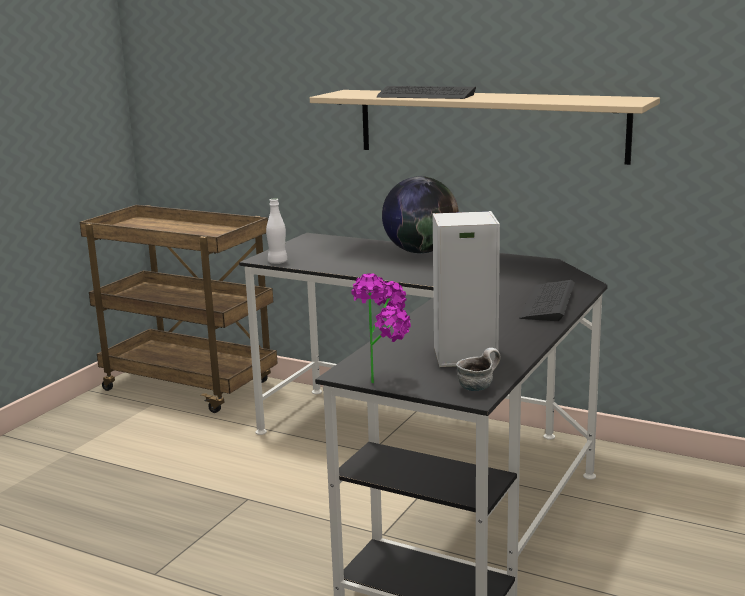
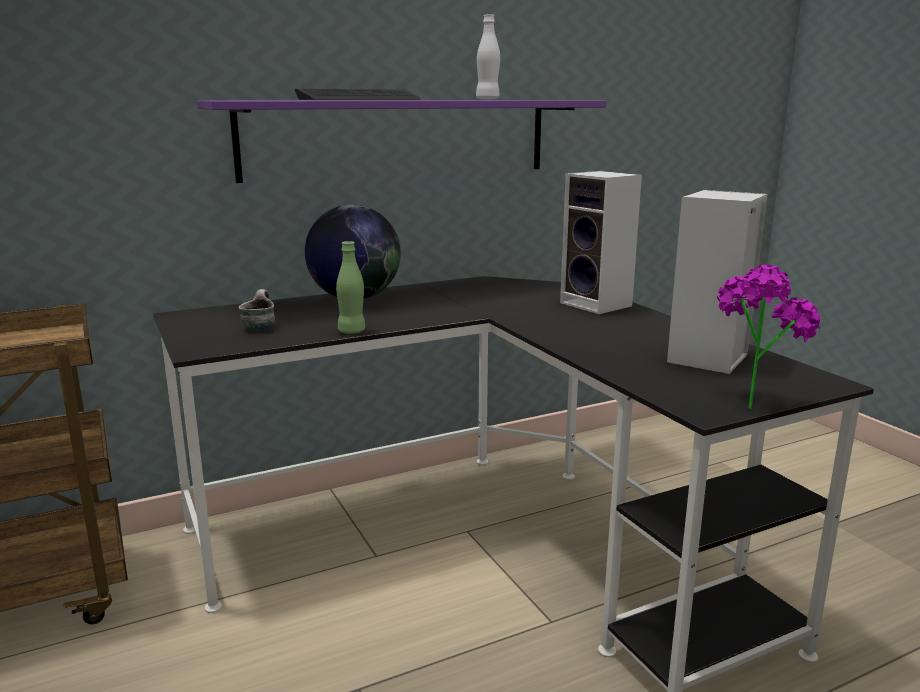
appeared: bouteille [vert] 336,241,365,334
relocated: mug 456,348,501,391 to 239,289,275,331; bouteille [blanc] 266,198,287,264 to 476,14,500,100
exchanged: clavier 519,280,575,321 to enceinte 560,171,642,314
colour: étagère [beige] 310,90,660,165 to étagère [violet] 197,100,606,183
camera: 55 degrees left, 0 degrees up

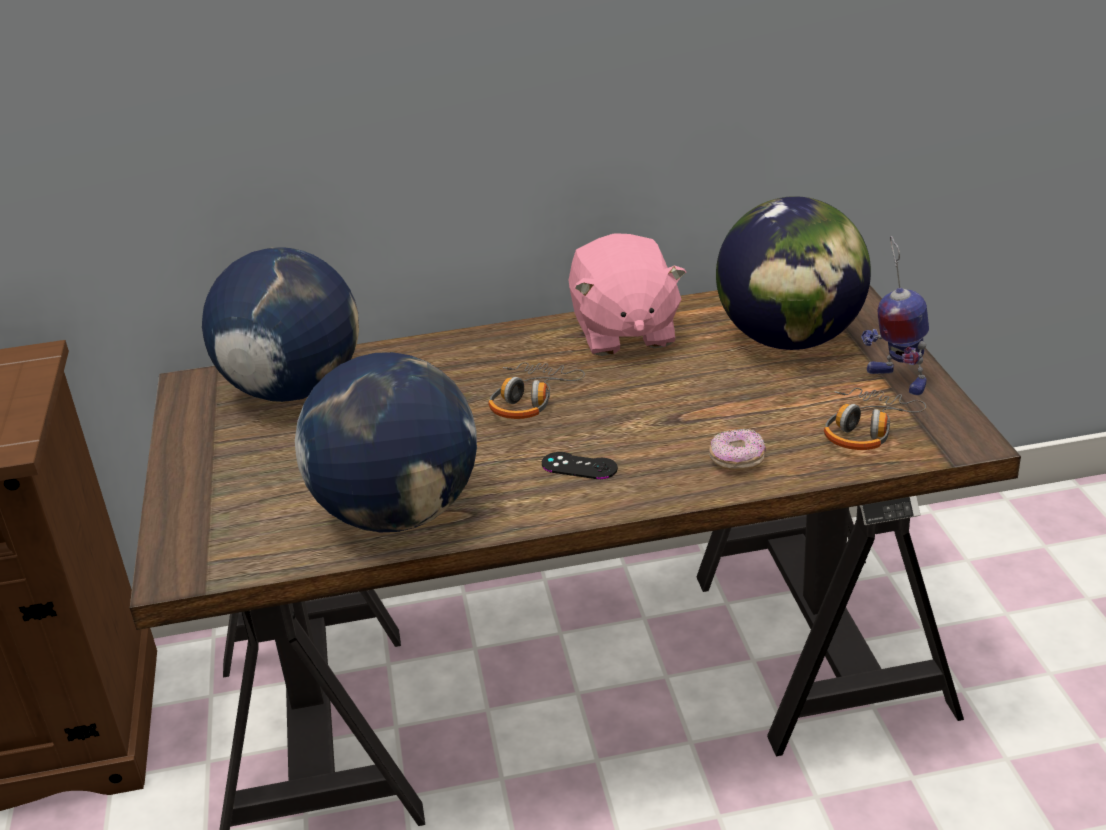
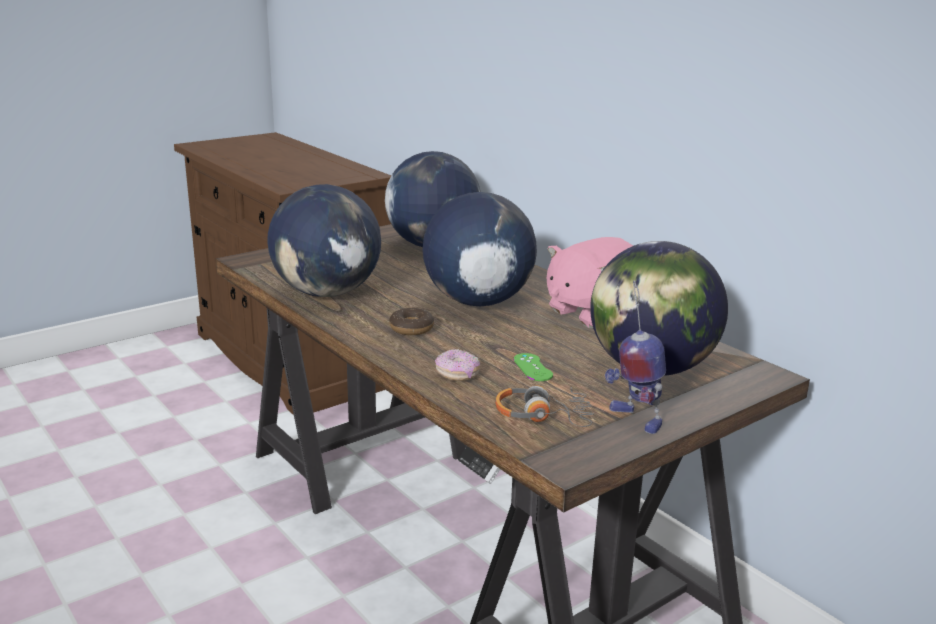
appeared: manette [vert] 514,353,553,381
exchanged: manette [noir] 542,452,618,479 to beignet 389,308,434,335; casque audio 488,362,585,419 to globe 422,192,537,306
spun: robot jouet 861,236,929,395 = 605,280,666,434 60 degrees counterclockwise
camera: 60 degrees right, 10 degrees down

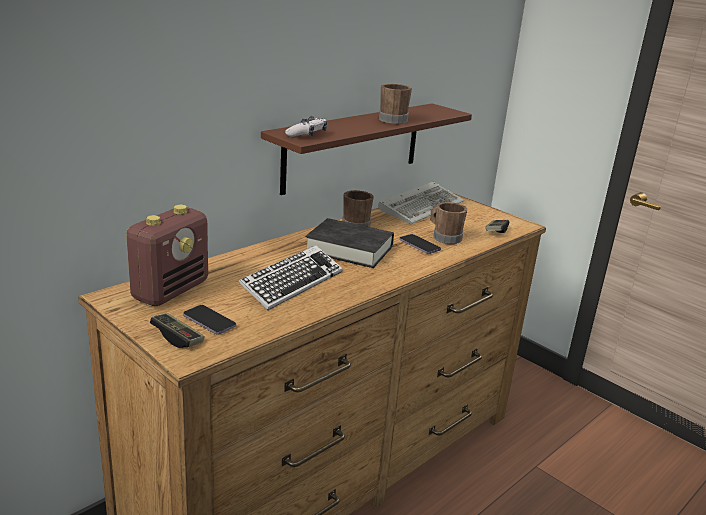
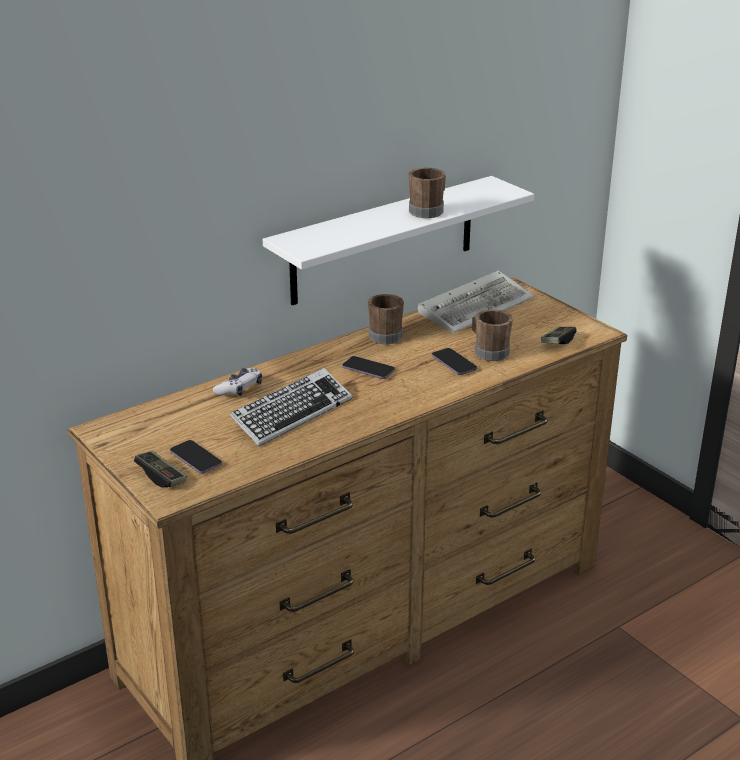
missing: radio 126,205,208,306
relocated: manette 285,116,327,137 to 213,368,262,396
exchanged: livre [noir] 305,218,394,268 to téléphone 342,356,395,379
colour: étagère [marron] 261,103,472,195 to étagère [blanc] 263,176,534,305
camera: 10 degrees right, 5 degrees up

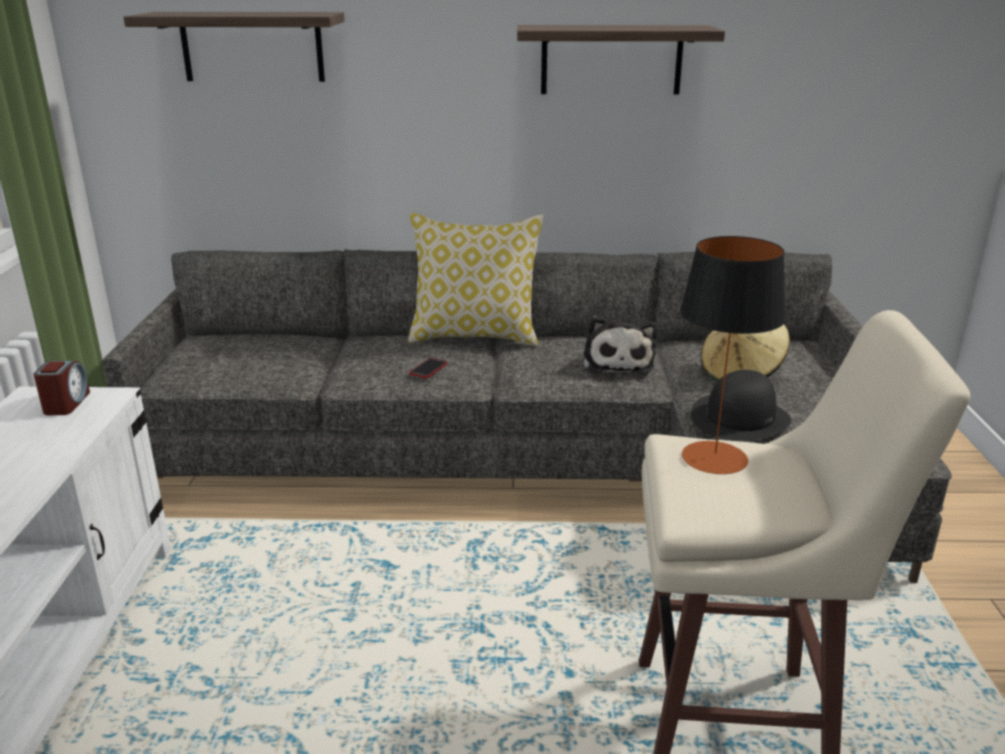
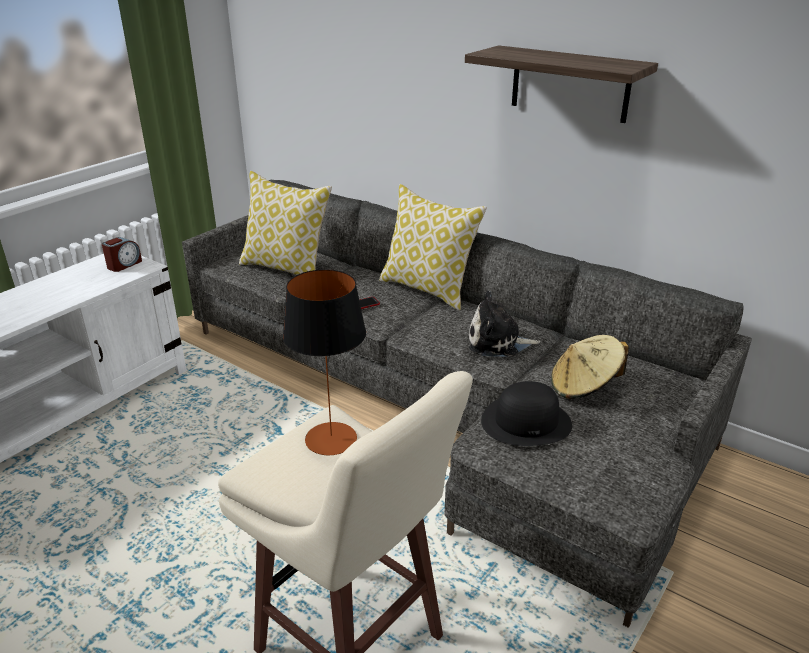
missing: étagère 123,12,344,82
appeared: coussin 239,171,332,275
spun: peluche 584,316,657,374 = 469,291,540,357 60 degrees clockwise
camera: 35 degrees right, 5 degrees up

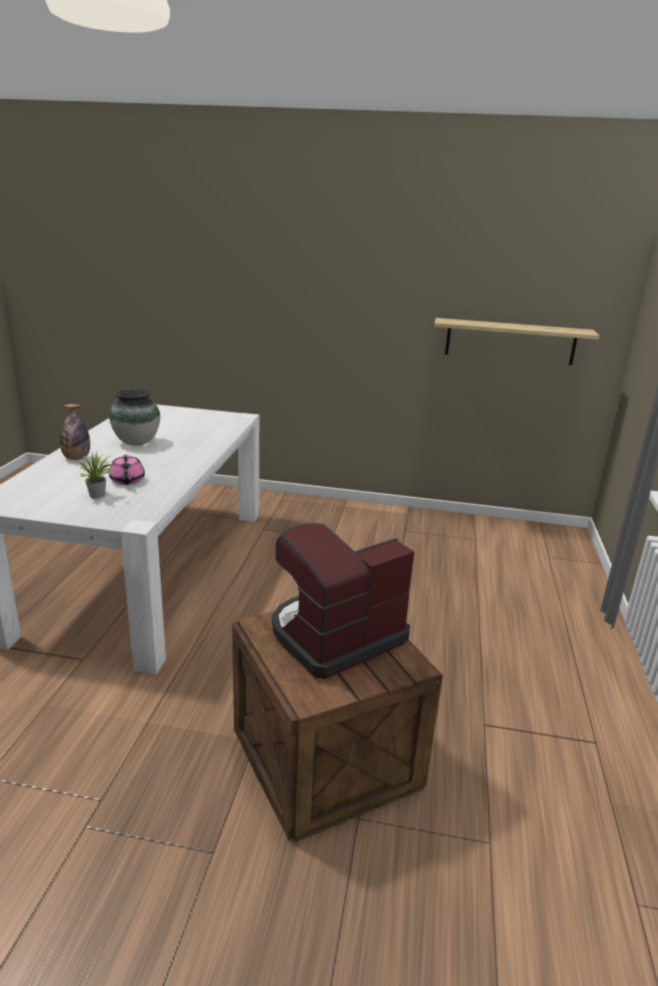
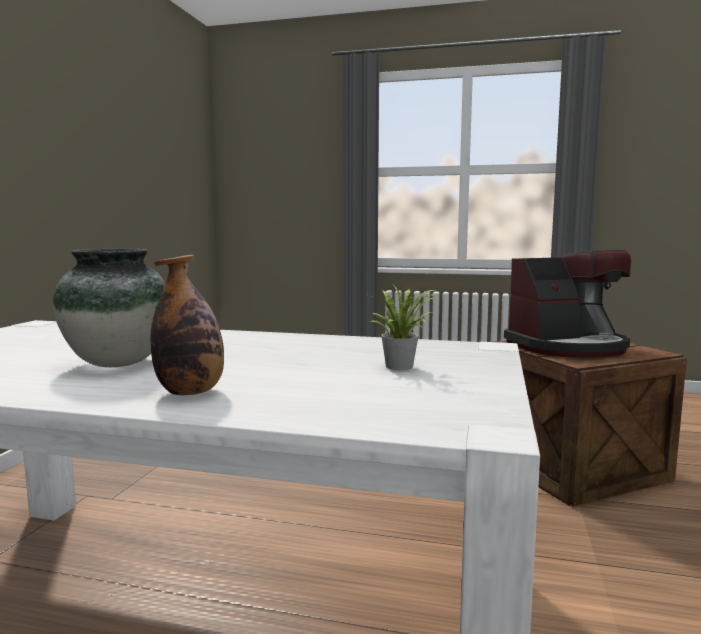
missing: théière [rose] 109,455,145,485; étagère 434,318,599,365
spun: machine à café 272,523,414,679 = 504,250,631,358 75 degrees counterclockwise
camera: 85 degrees left, 15 degrees down

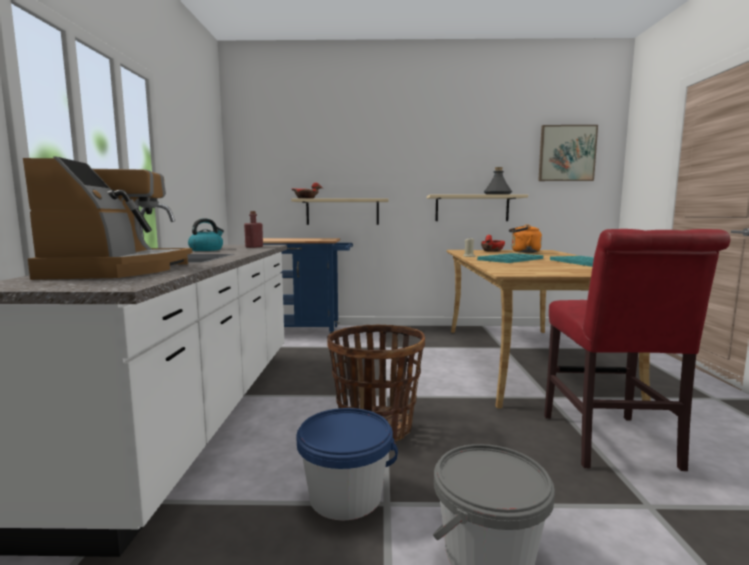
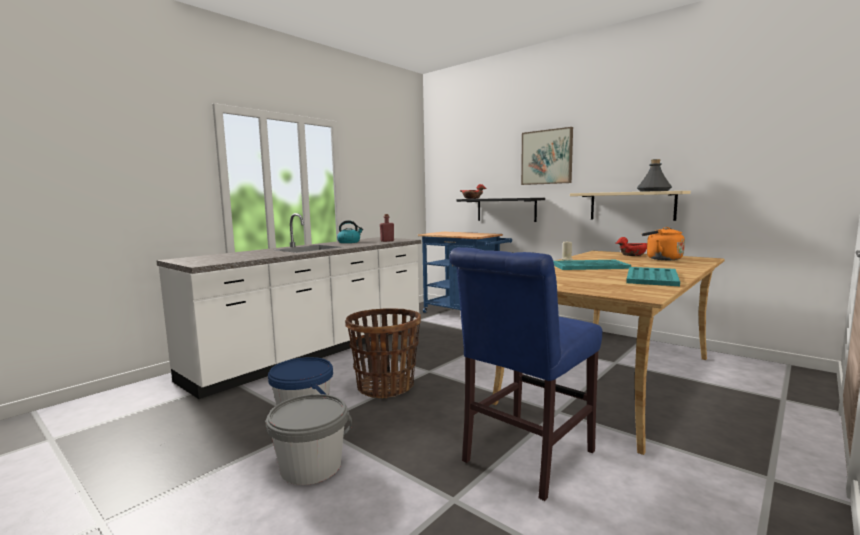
missing: machine à café 23,156,192,280
relocated: tableau 538,125,598,181 to 521,127,573,185
colour: chaise [rouge] 544,229,730,471 to chaise [bleu] 449,247,602,501; étagère [beige] 291,198,389,225 to étagère [noir] 456,198,545,222
camera: 40 degrees right, 0 degrees up

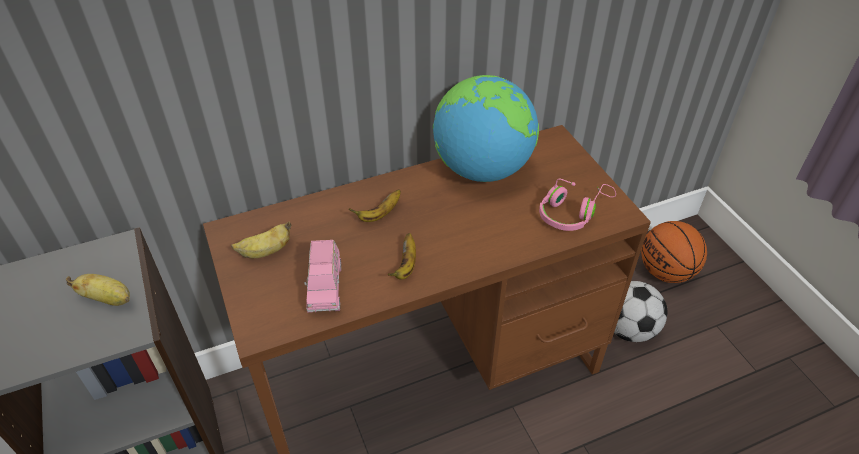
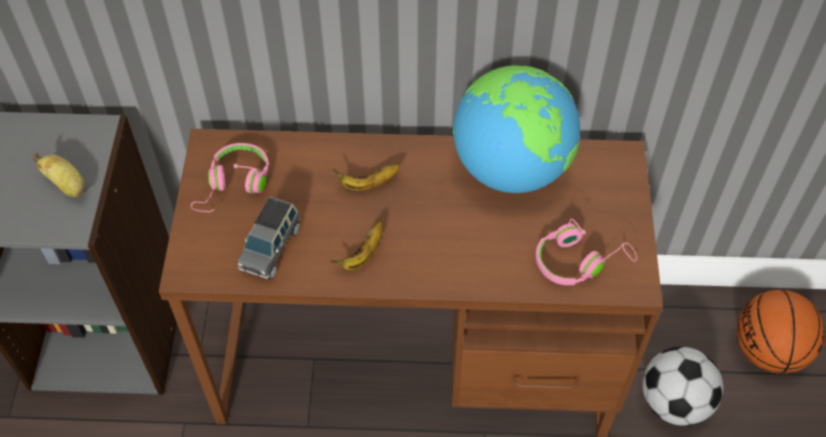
exchanged: banane 231,221,292,258 to casque audio [rose] 191,143,269,212
colour: petite voiture [rose] 304,240,341,313 to petite voiture [gris] 238,197,300,280
camera: 25 degrees right, 10 degrees up

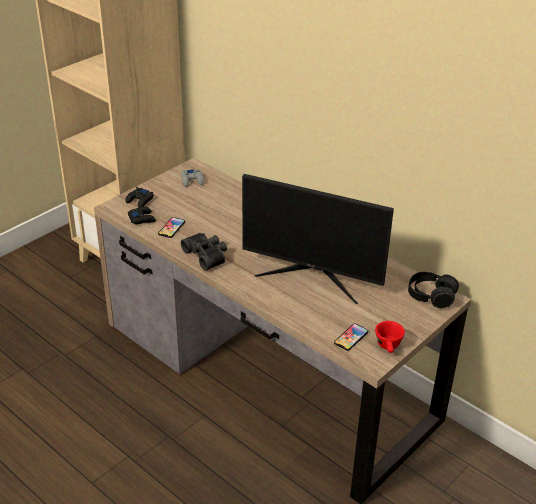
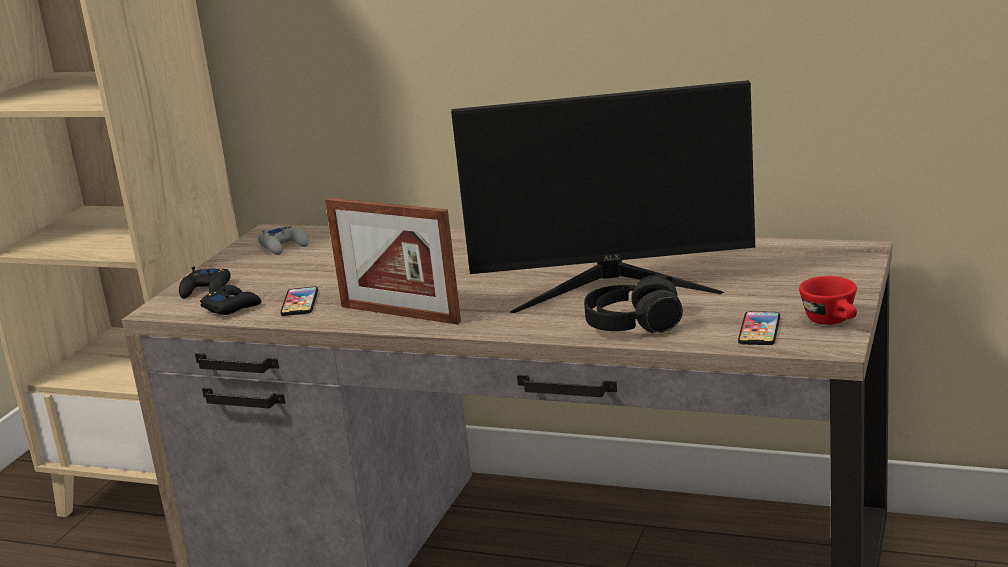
relocated: casque audio [noir] 408,272,459,308 to 584,275,683,333
exchanged: jumelles [noir] 181,233,227,271 to cadre photo 325,198,461,325
camera: 20 degrees left, 15 degrees down

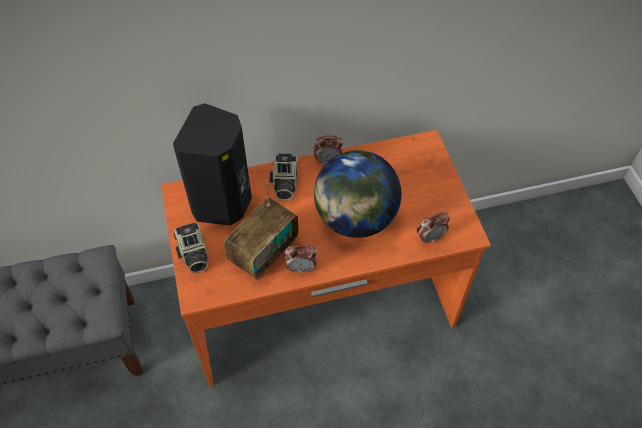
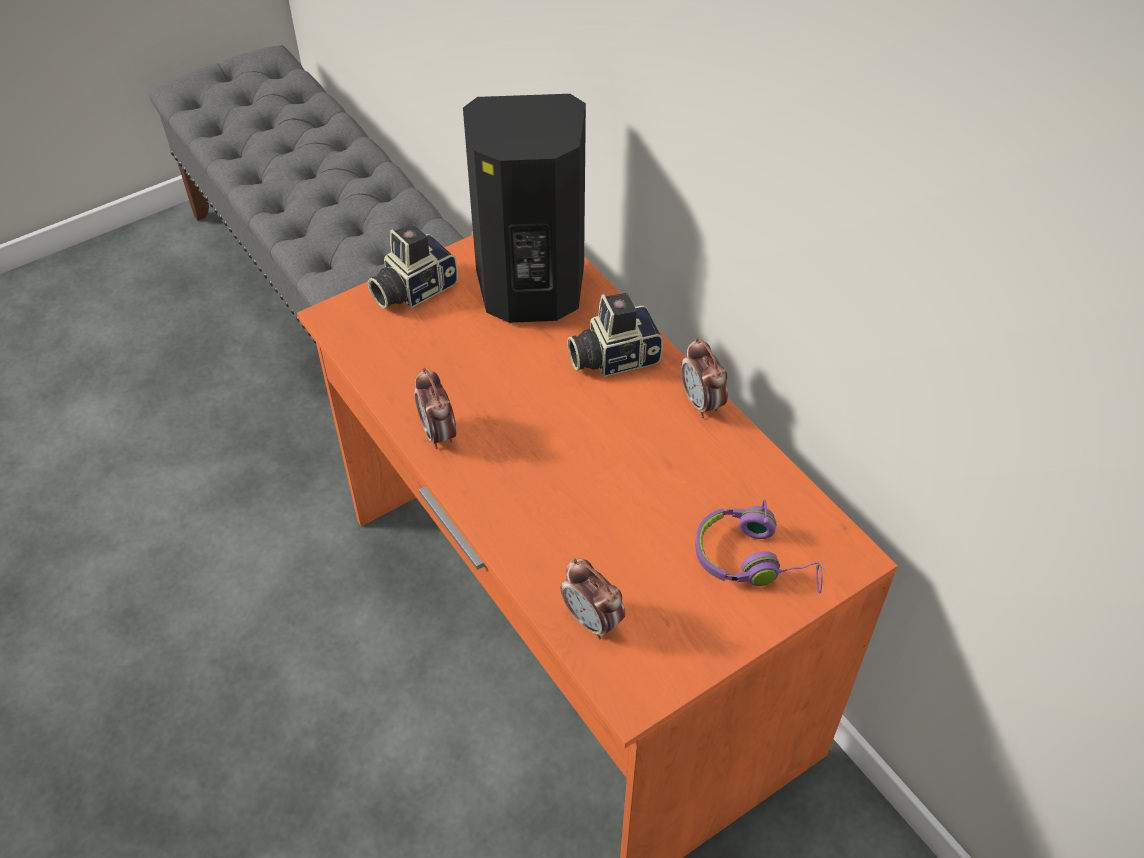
missing: radio 224,180,299,280; globe 314,150,401,238
appeared: casque audio [violet] 695,499,823,594
camera: 70 degrees right, 5 degrees down

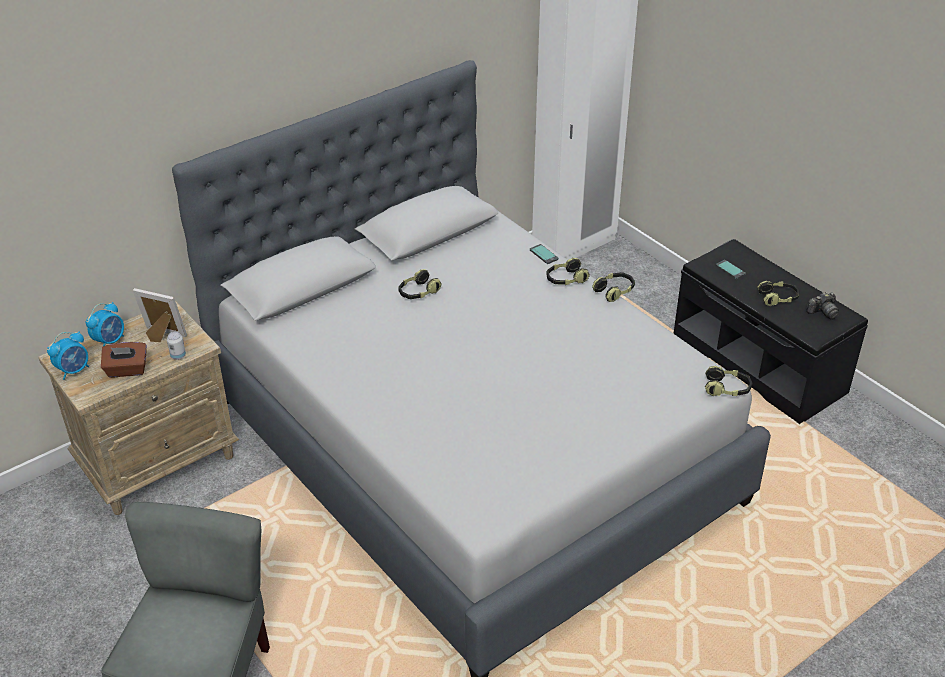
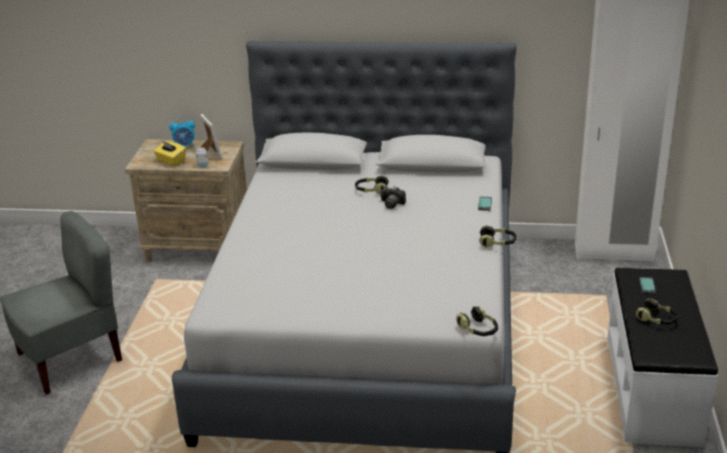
missing: réveil 47,332,89,380; casque audio 546,258,590,285
relocated: appareil photo 806,292,839,320 to 380,186,406,209
colour: boîte à mouchoirs [marron] 101,342,147,377 to boîte à mouchoirs [jaune] 154,141,186,167; banc [noir] 673,239,868,424 to banc [blanc] 607,268,718,447
camera: 45 degrees right, 10 degrees down

